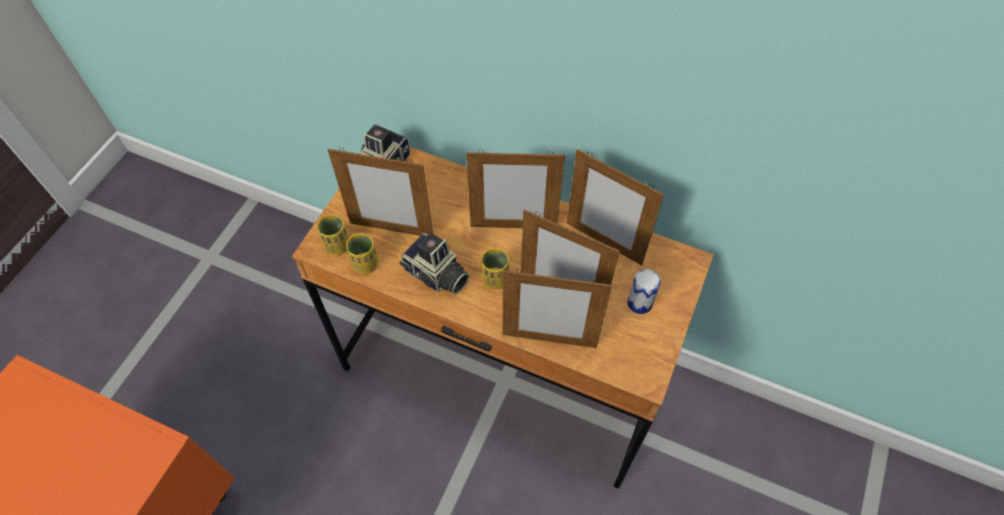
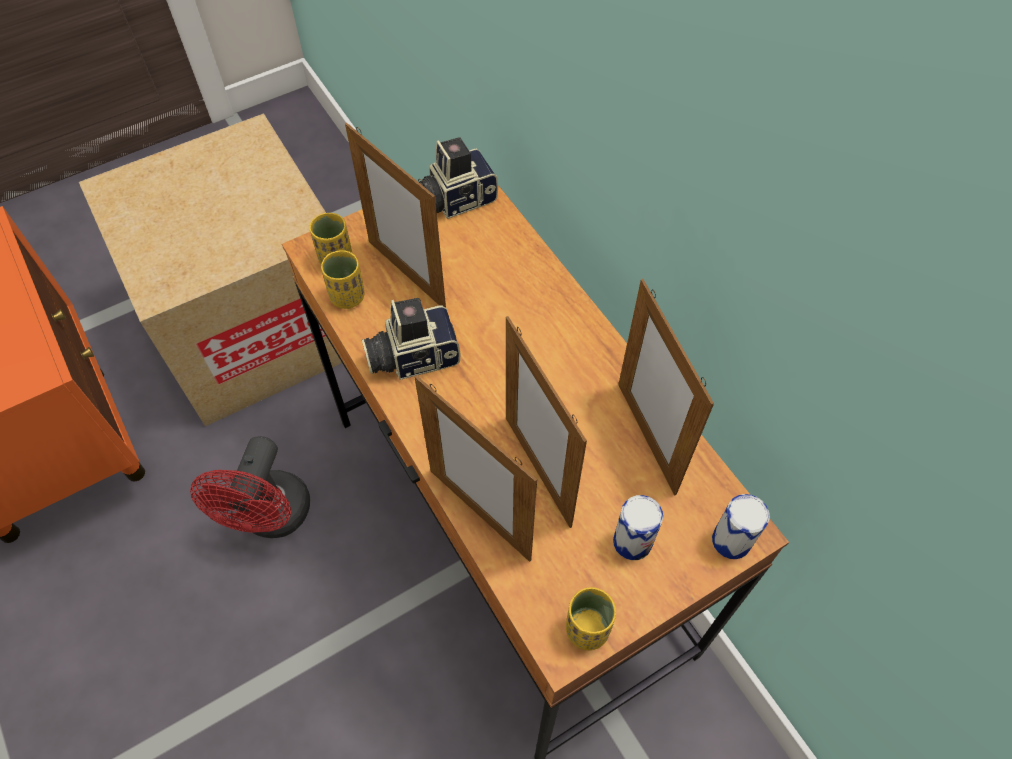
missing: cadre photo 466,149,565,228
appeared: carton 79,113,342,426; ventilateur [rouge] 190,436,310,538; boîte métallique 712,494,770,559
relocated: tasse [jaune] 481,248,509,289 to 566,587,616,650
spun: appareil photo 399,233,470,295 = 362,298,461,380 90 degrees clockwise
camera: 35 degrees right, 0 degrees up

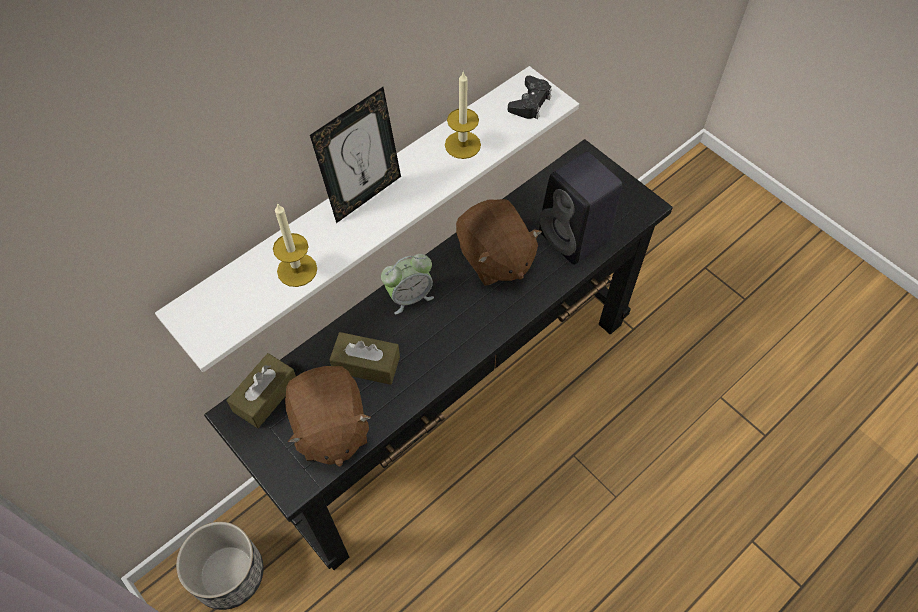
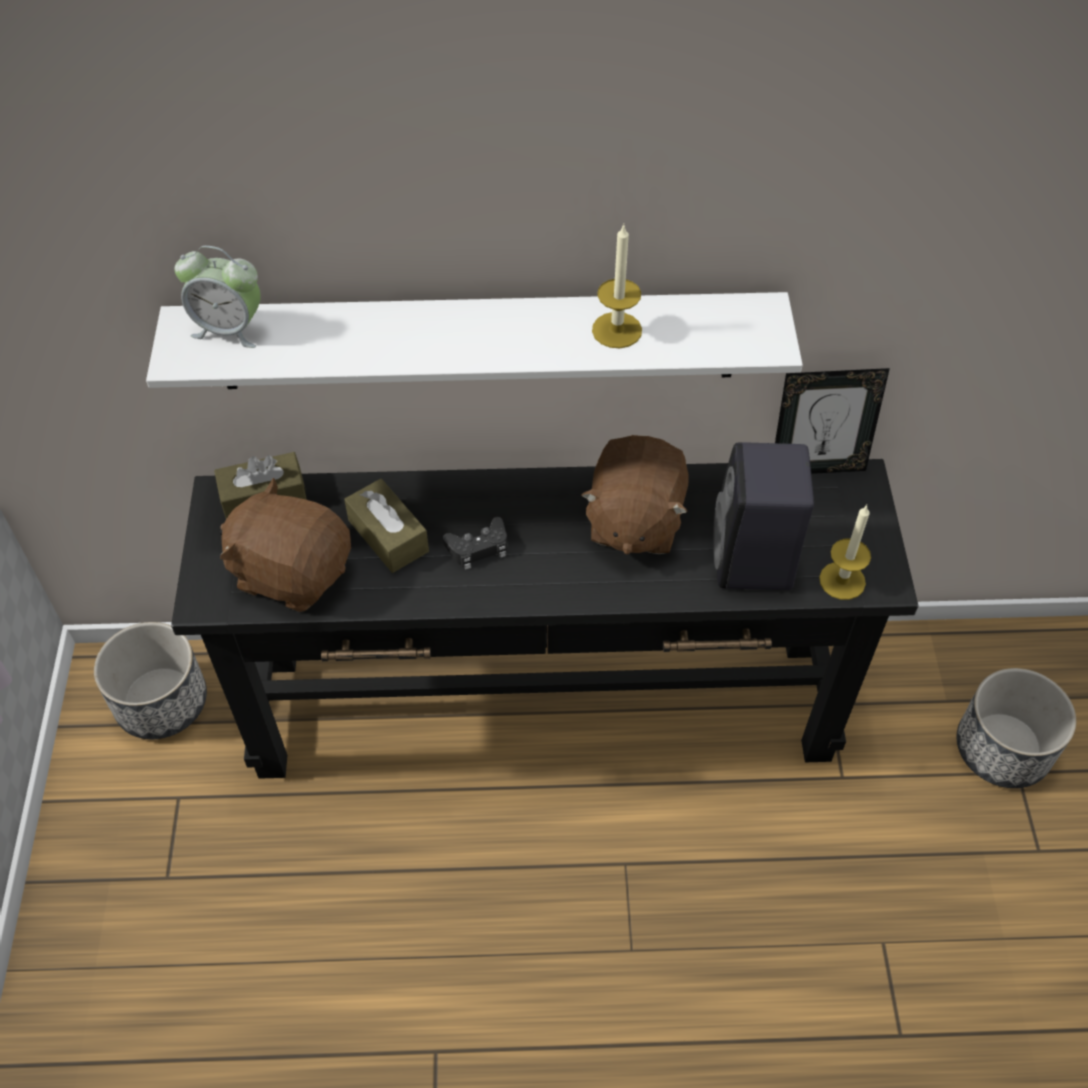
appeared: cache-pot 957,668,1076,788
relocated: réveil 381,254,434,314 to 174,246,261,348; manette [noir] 508,76,552,119 to 443,517,507,570; cadre photo 310,87,401,223 to 775,368,890,474; bougie 273,203,317,287 to 819,505,871,600
spun: peluche [marron] 285,366,371,466 = 219,478,351,612 90 degrees clockwise
camera: 40 degrees right, 5 degrees down

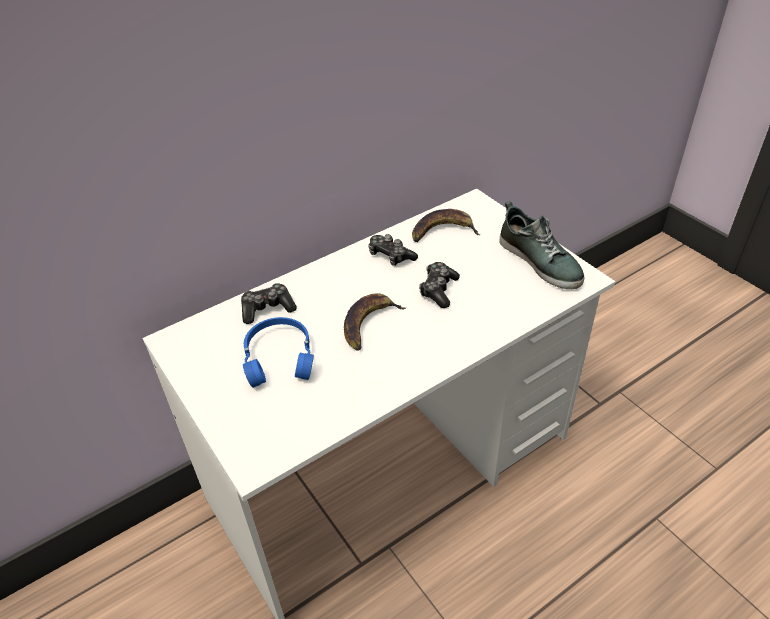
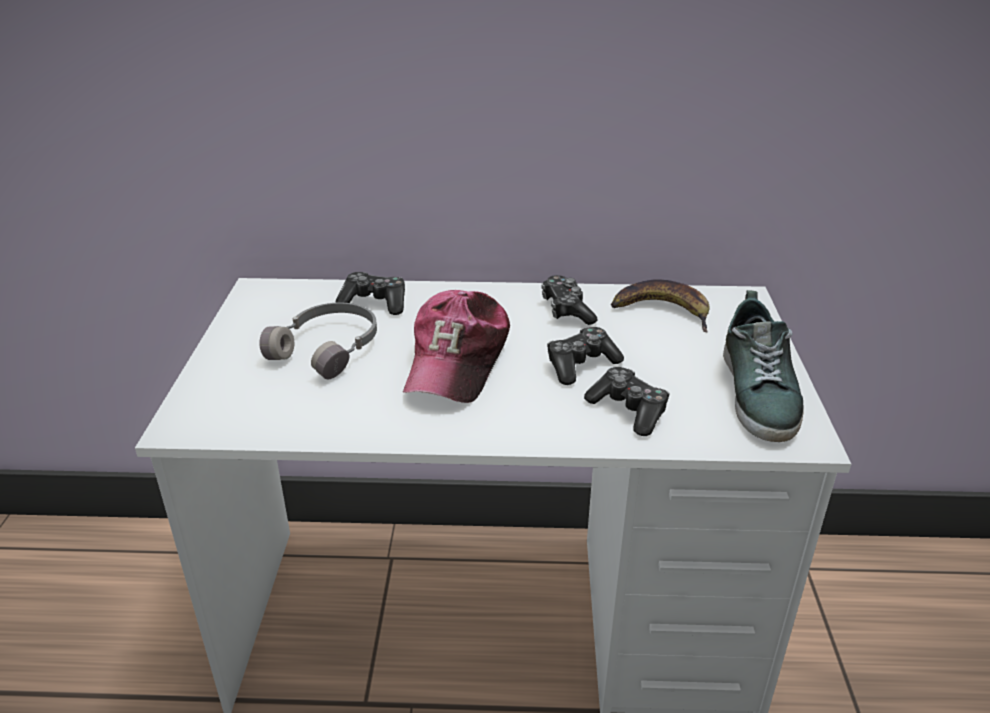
appeared: manette 584,367,670,436
exchanged: banane 344,293,407,351 to casquette 403,290,510,403
colour: casque audio [bleu] 243,317,314,388 to casque audio [gris] 259,303,377,379
camera: 35 degrees right, 10 degrees down

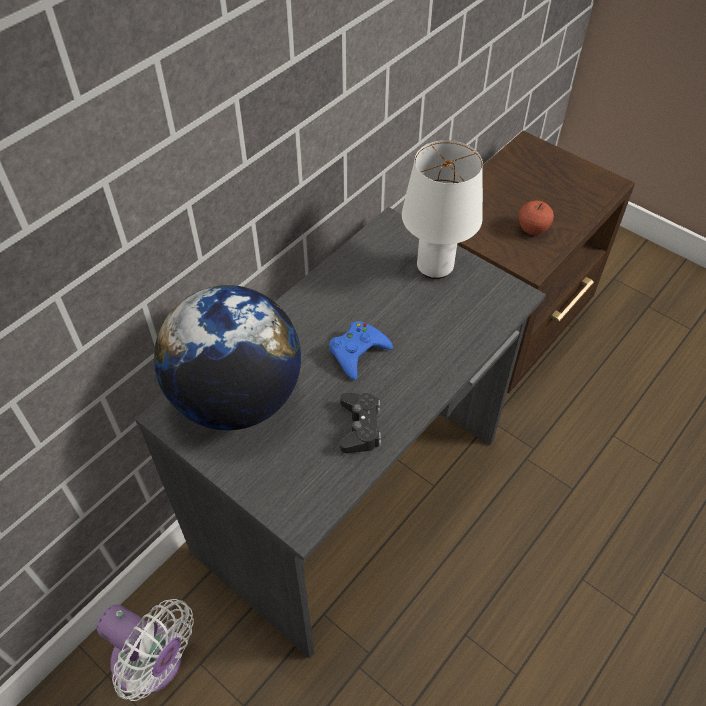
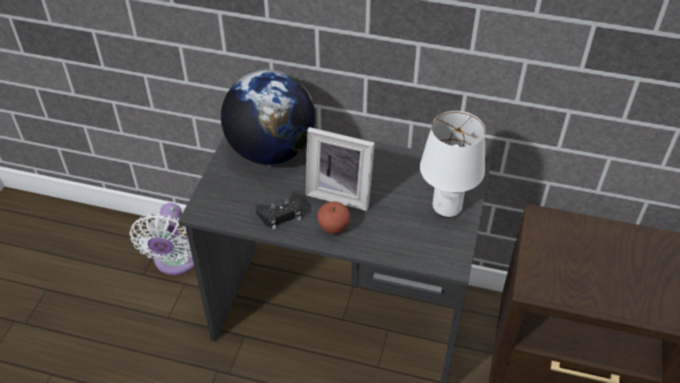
relocated: pomme 519,201,554,235 to 317,202,350,234
exchanged: manette [bleu] 329,321,393,380 to cadre photo 306,127,375,211
camera: 65 degrees right, 5 degrees down

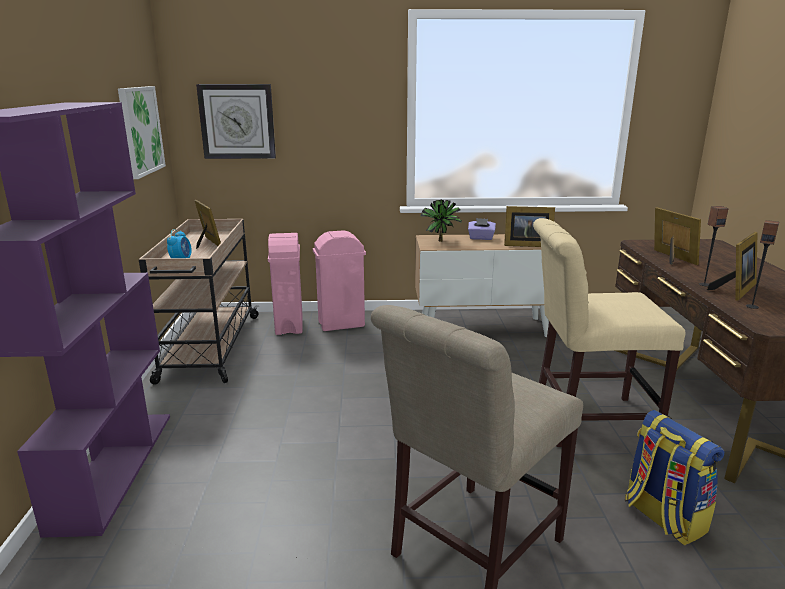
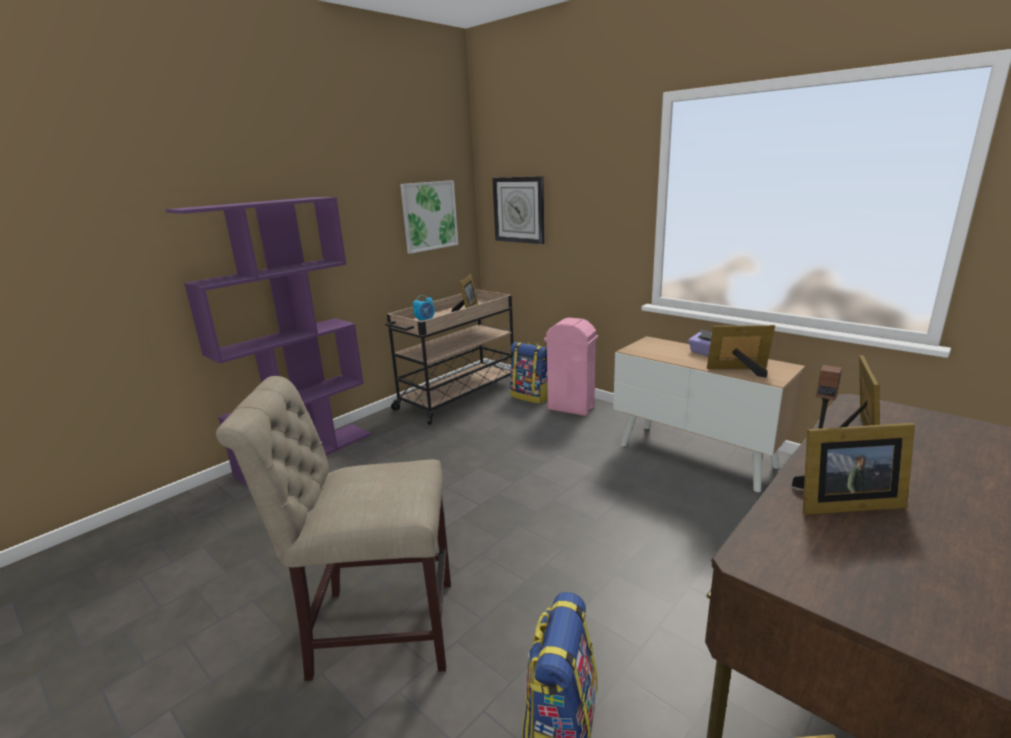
missing: plante en pot 420,200,462,242; chaise [beige] 533,218,686,447; enceinte 746,220,779,309
exchanged: poubelle [rose] 268,233,303,335 to sac à dos 510,342,548,404
spun: cadre photo 504,206,555,247 = 707,325,775,378 135 degrees clockwise
camera: 45 degrees right, 0 degrees up

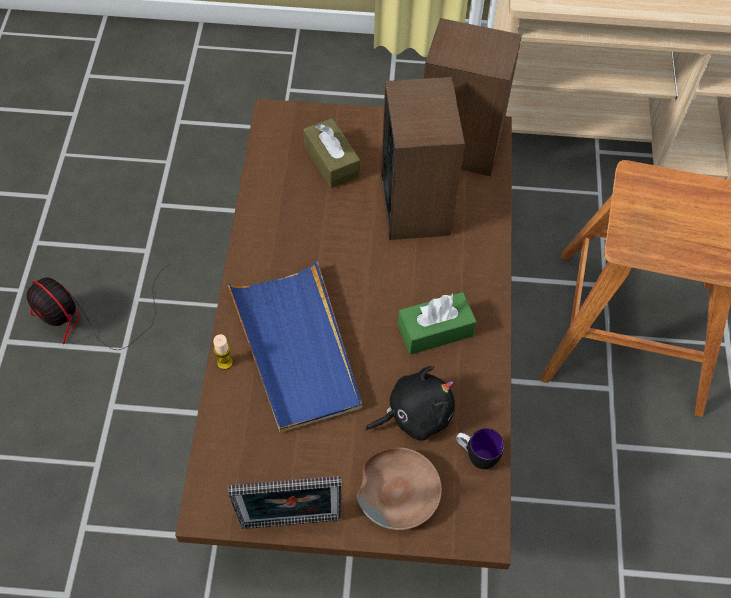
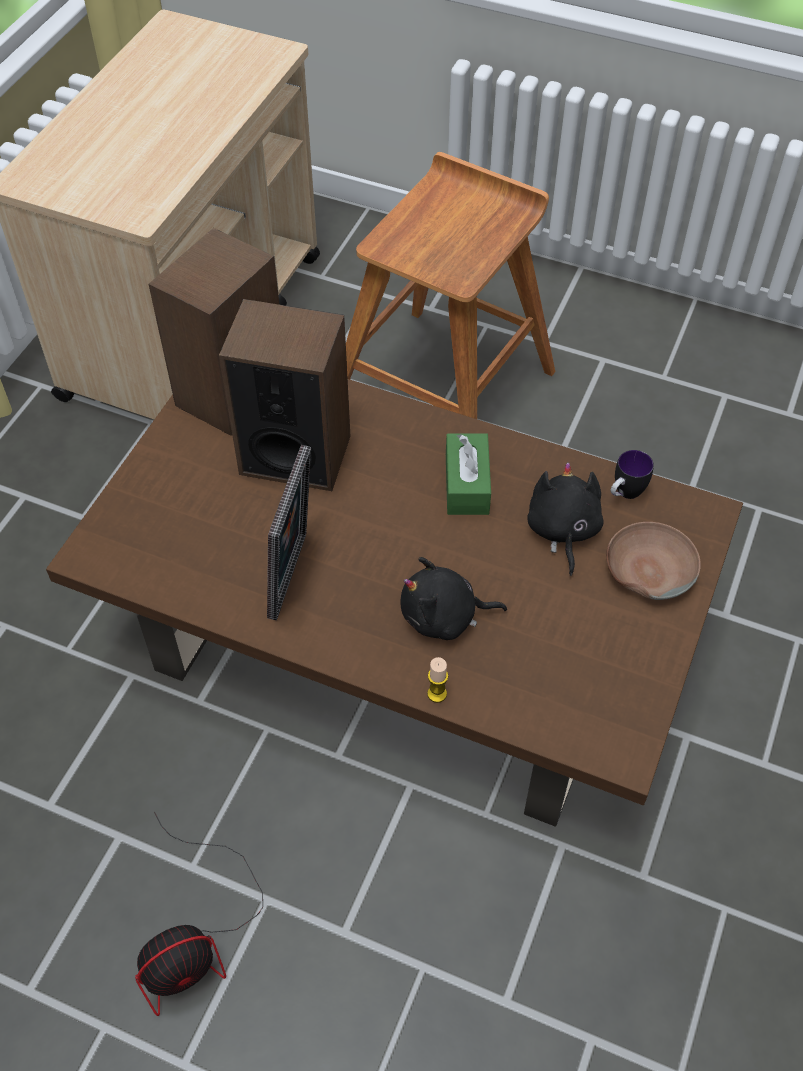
missing: boîte à mouchoirs [marron] 303,118,360,188
relocated: cadre photo 228,476,342,529 to 267,445,311,620
exchanged: plateau [bleu] 228,260,362,432 to peluche [noir] 401,557,507,640
camera: 70 degrees left, 5 degrees down

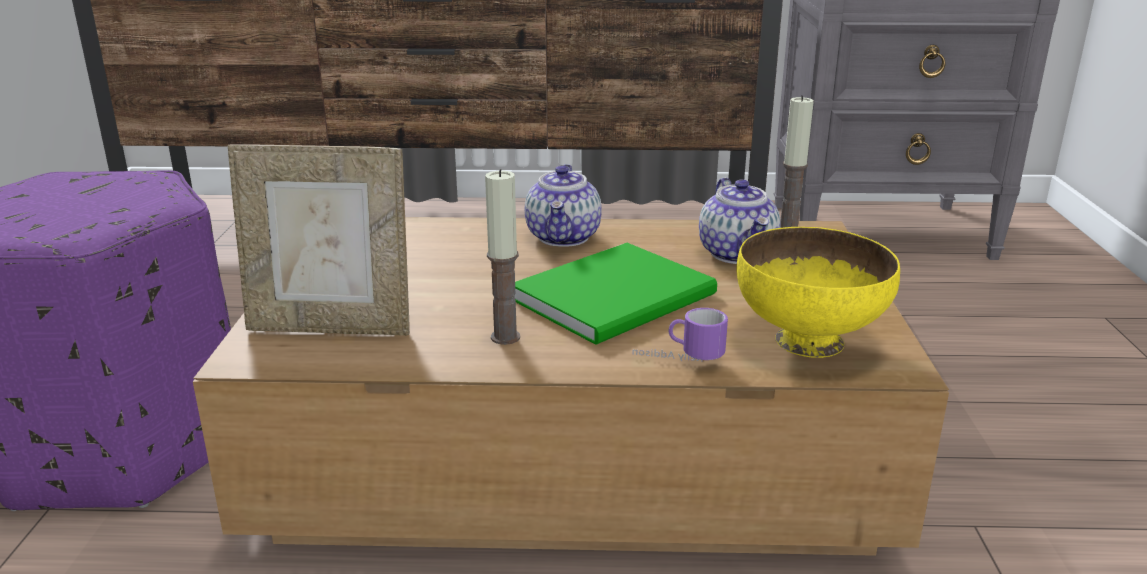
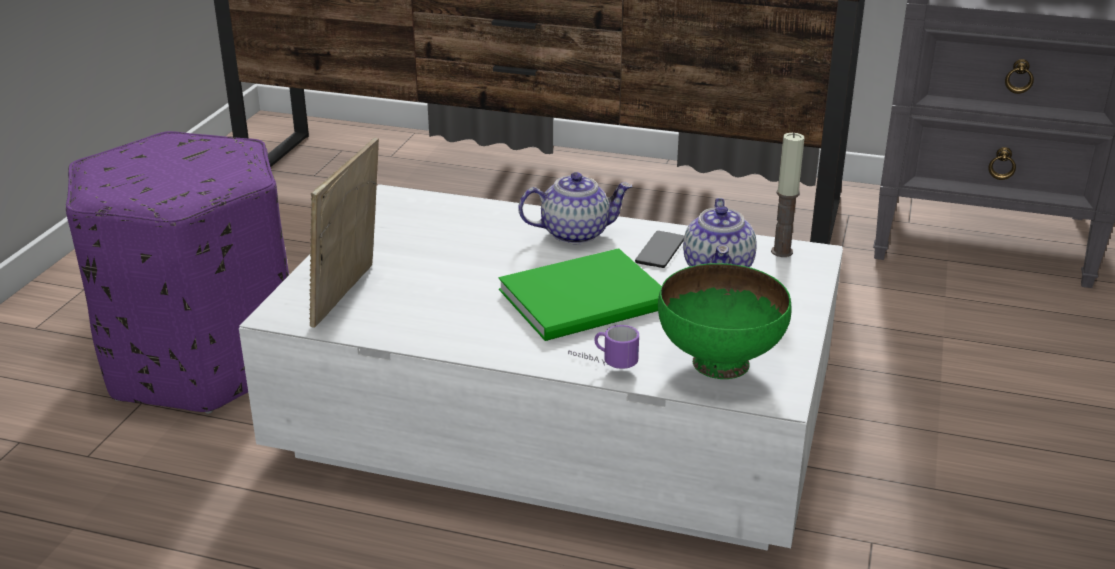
missing: bougie 485,169,520,345
appeared: téléphone 635,231,684,268
colour: table basse [marron] 193,217,949,556 to table basse [blanc] 239,184,843,550; bol [jaune] 737,227,900,358 to bol [vert] 658,263,791,379
spun: cadre photo 228,144,410,336 = 309,138,379,328 90 degrees clockwise; théière 525,164,602,247 = 518,172,632,244 120 degrees counterclockwise
camera: 15 degrees right, 5 degrees up

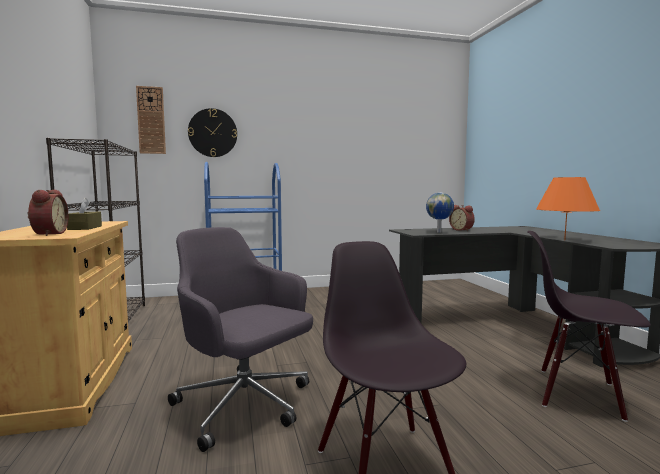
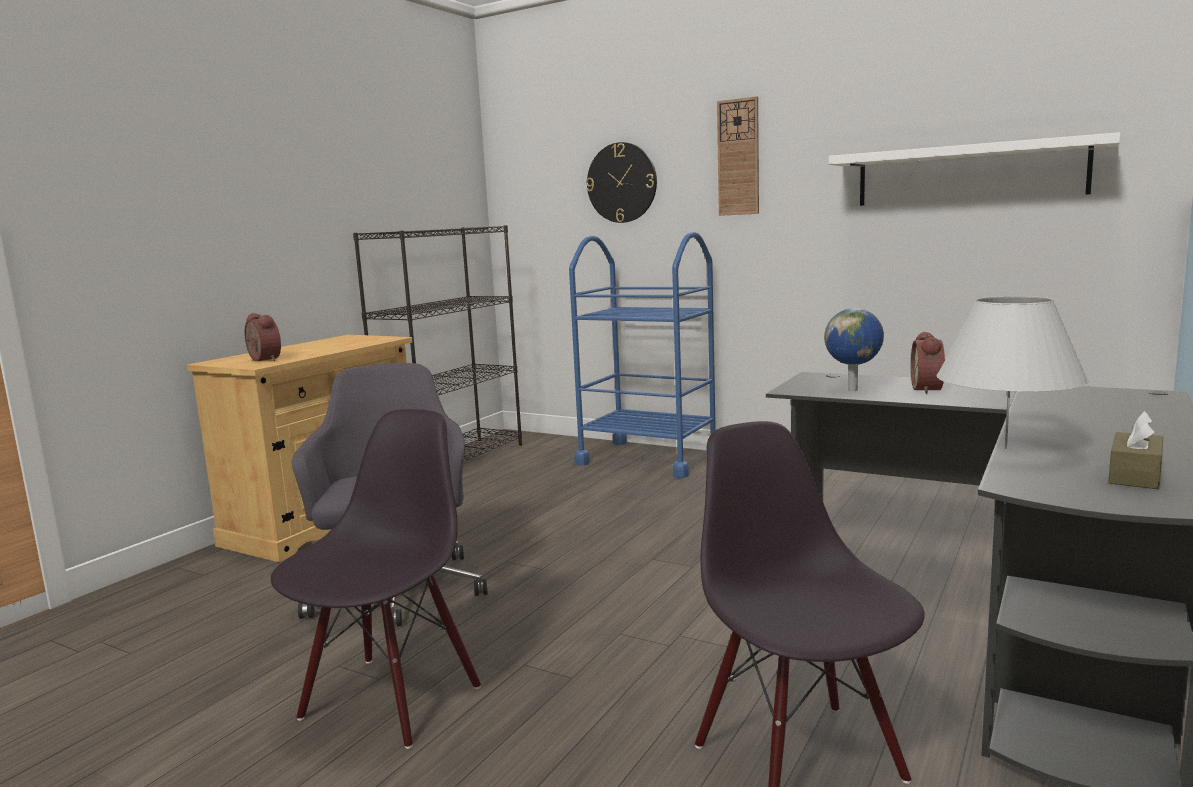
appeared: étagère [blanc] 829,132,1121,206
relocated: horloge murale 136,86,166,154 to 717,96,759,216; boîte à mouchoirs [marron] 67,198,102,230 to 1108,411,1163,489
colour: lampe de table [orange] 536,177,600,240 to lampe de table [blanc] 936,296,1089,449
spun: réveil 27,190,68,236 = 244,313,281,361 75 degrees counterclockwise
camera: 45 degrees right, 5 degrees up

